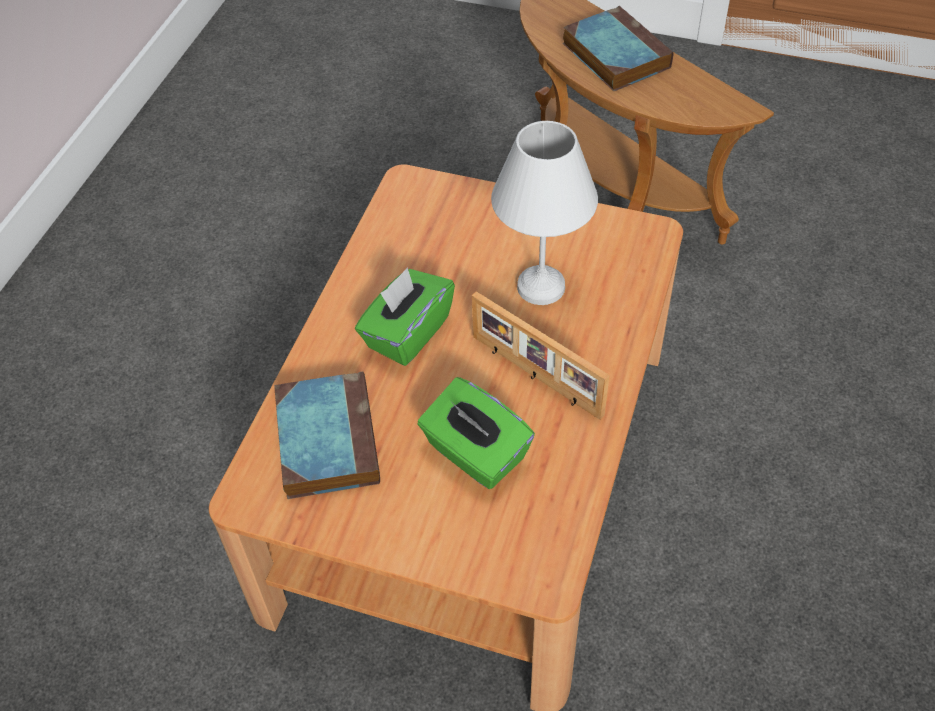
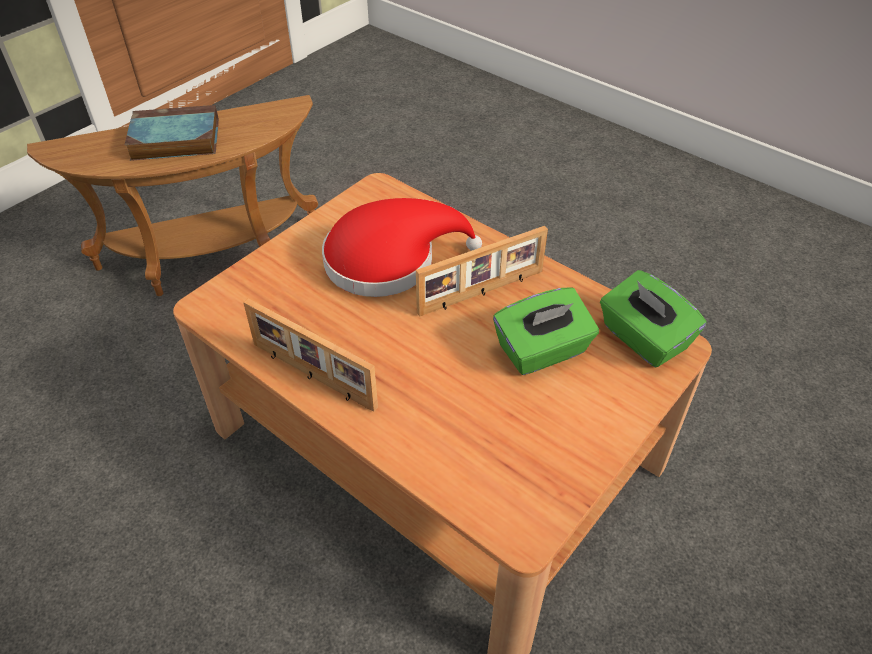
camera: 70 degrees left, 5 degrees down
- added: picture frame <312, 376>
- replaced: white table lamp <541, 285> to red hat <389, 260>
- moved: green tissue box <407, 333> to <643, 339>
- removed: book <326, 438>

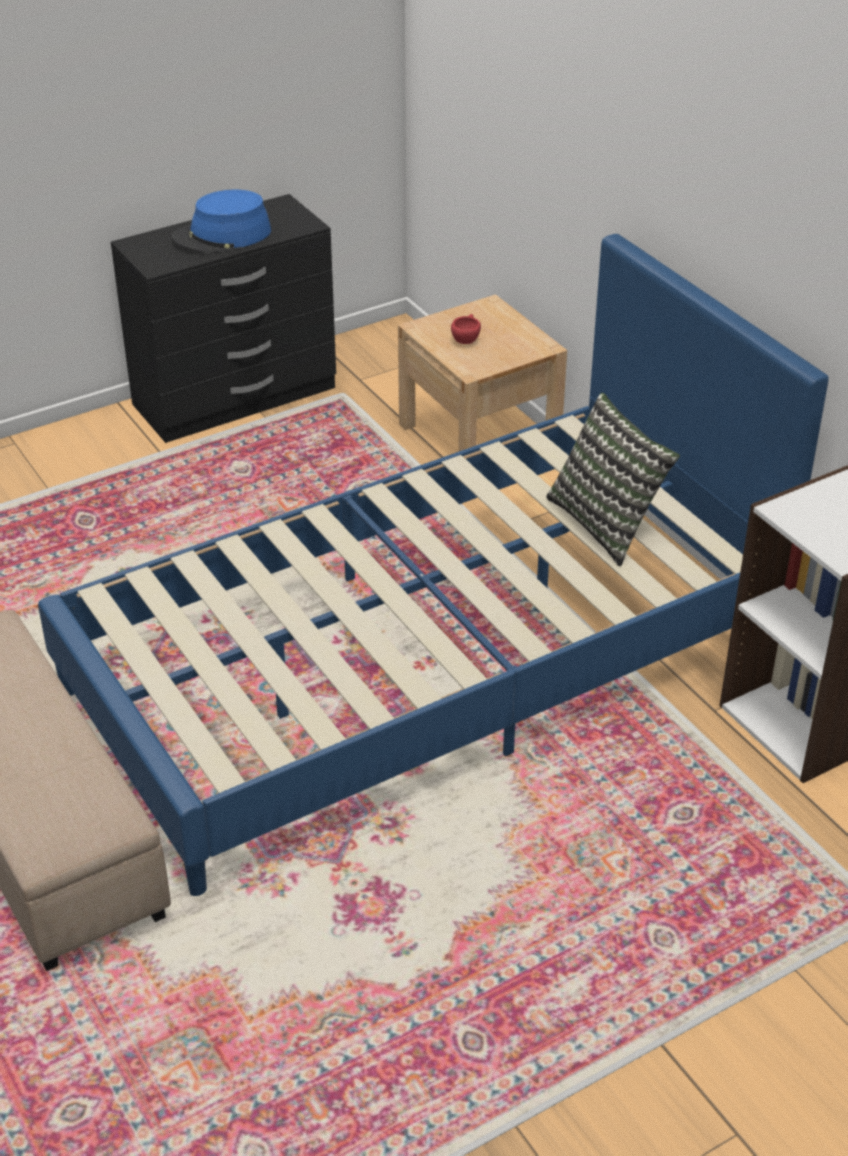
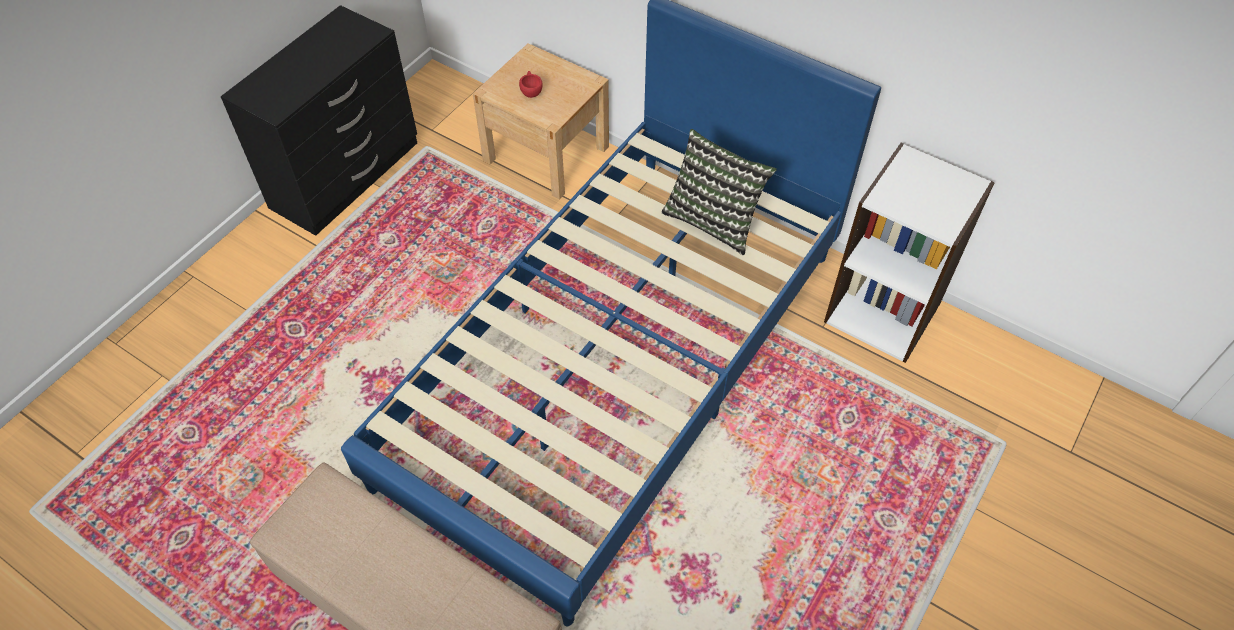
camera: 25 degrees left, 15 degrees up
- removed: blue hat <222, 235>

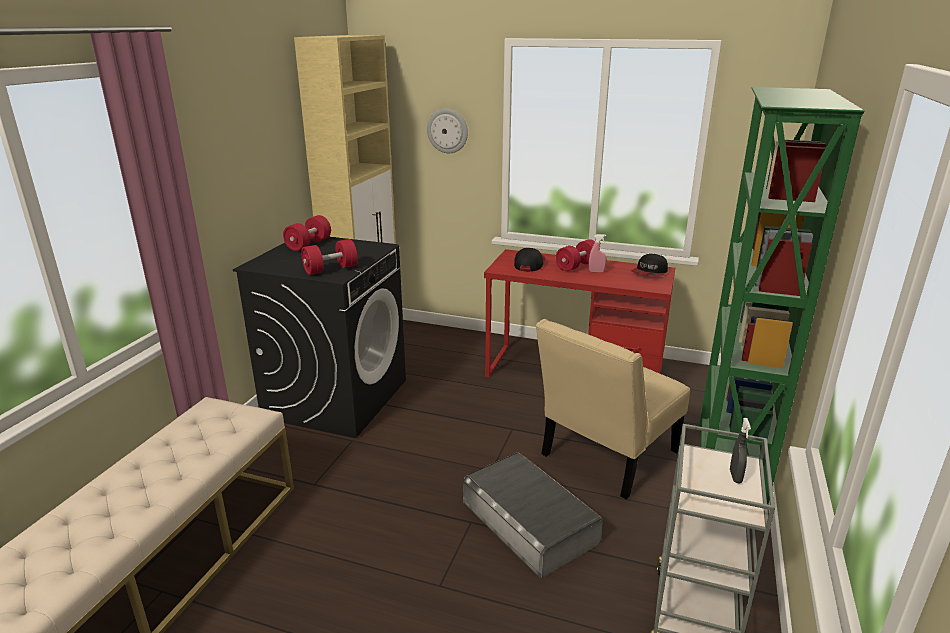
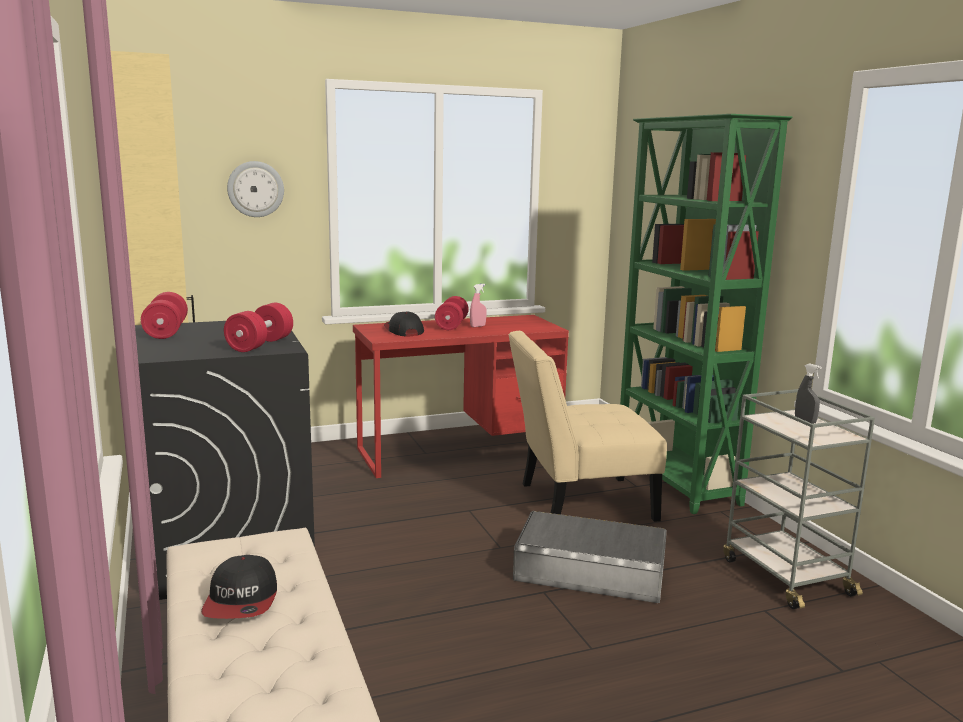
camera: 40 degrees left, 10 degrees down
- moved: cap <650, 272> to <242, 600>
- turned: beige chair <605, 457> = <578, 503> 75 degrees clockwise

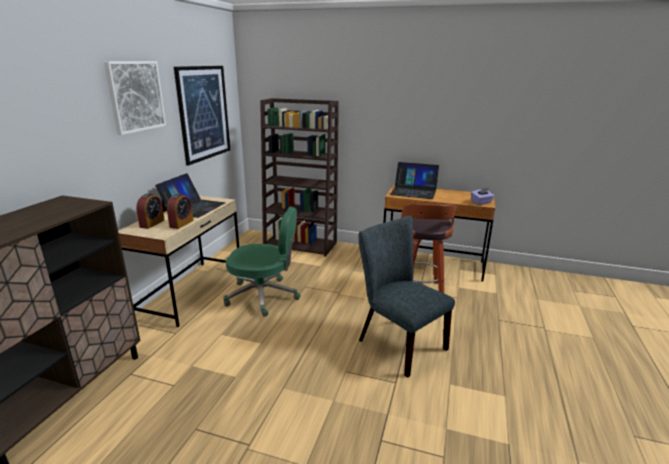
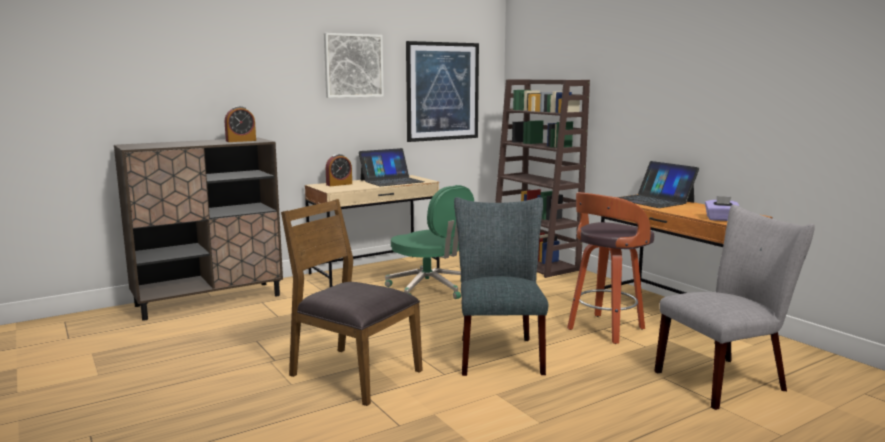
camera: 40 degrees right, 10 degrees down
- moved: alarm clock <181, 224> to <241, 141>
- added: brown chair <353, 373>
- added: grey chair <726, 380>

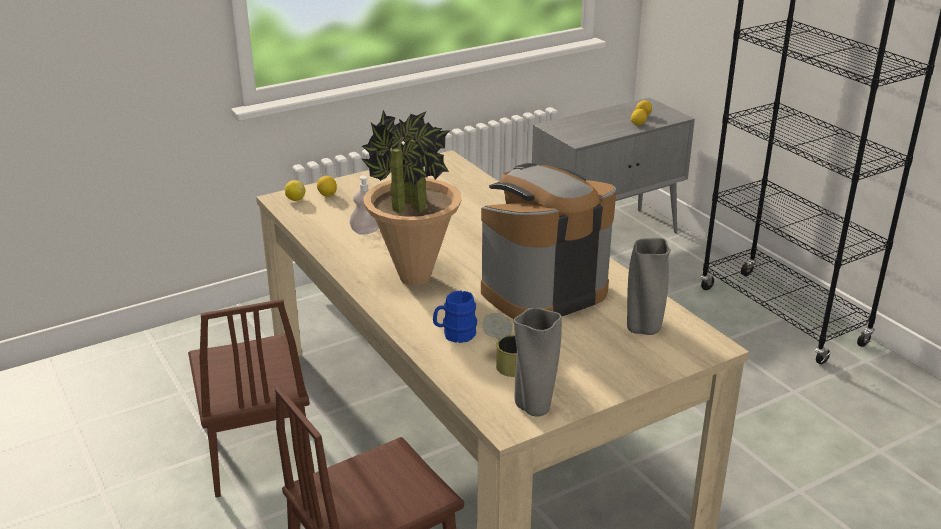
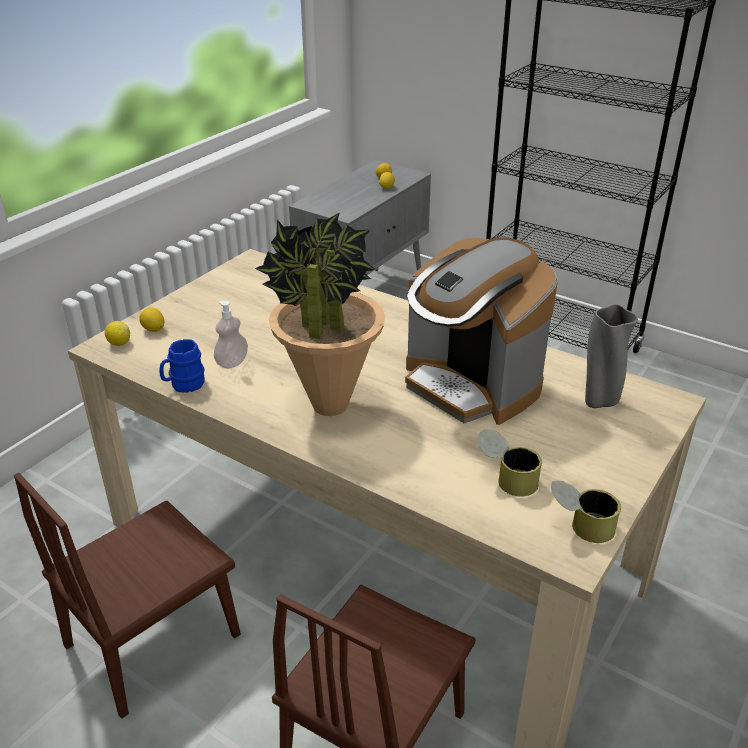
camera: 25 degrees left, 5 degrees up
- turned: brown chair <256, 449> = <153, 640> 90 degrees clockwise
- moved: blue mug <455, 334> to <183, 385>
- turned: coffee machine <542, 291> = <471, 385> 75 degrees counterclockwise
- replaced: grey vase <534, 408> to can <580, 526>

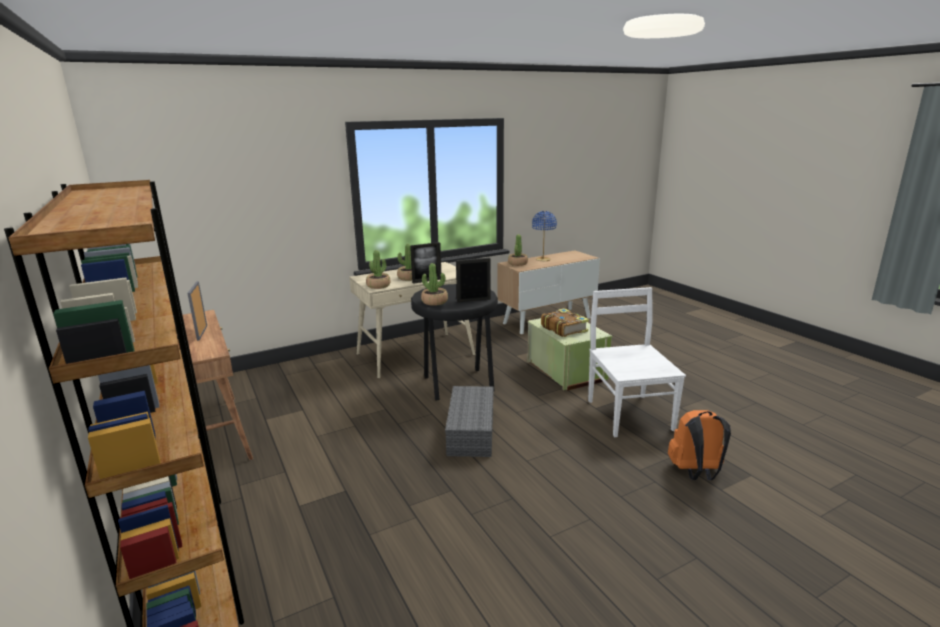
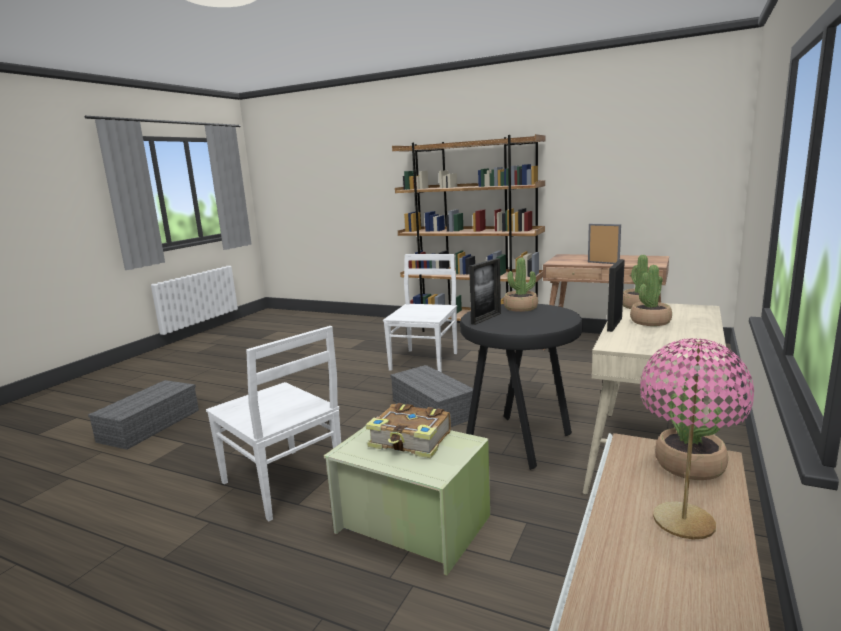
camera: 145 degrees right, 5 degrees down
- added: grey storage box <150, 424>
- added: white chair <425, 360>
- recoloured: blue table lamp <543, 260> to pink table lamp <683, 521>
- removed: orange backpack <696, 473>

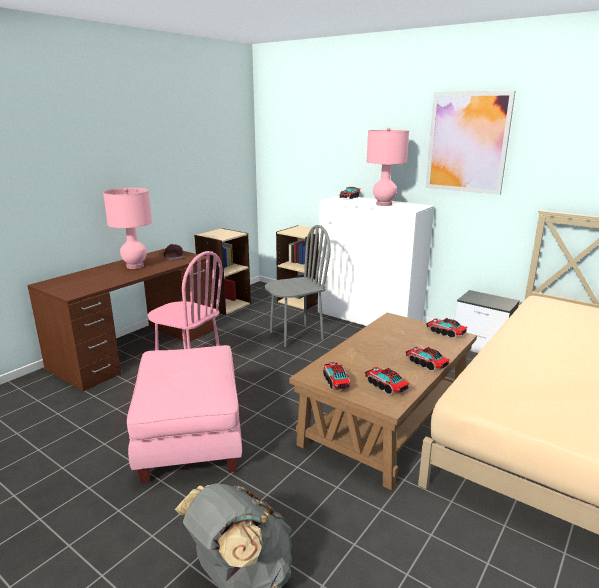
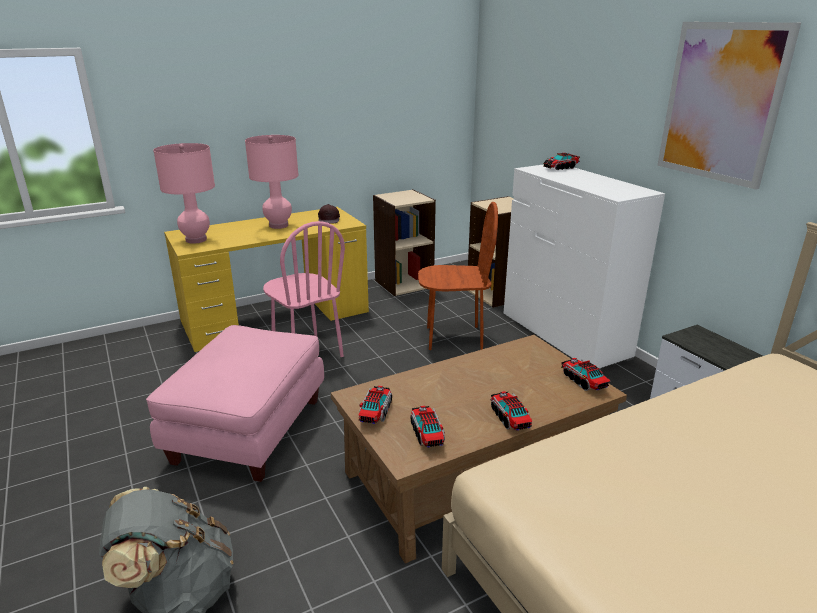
camera: 25 degrees right, 5 degrees up
- moved: pink table lamp <384, 204> to <196, 240>
- recoloured: brown desk <137, 348> to yellow desk <276, 316>
- recoloured: grey chair <296, 335> to brown chair <454, 338>

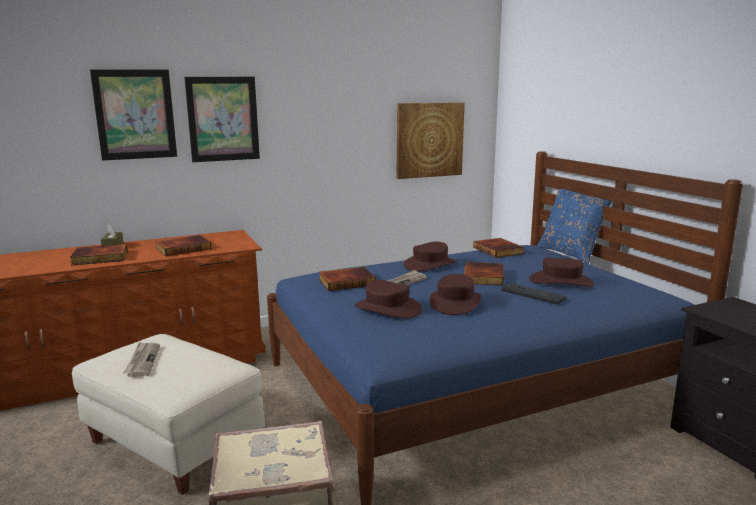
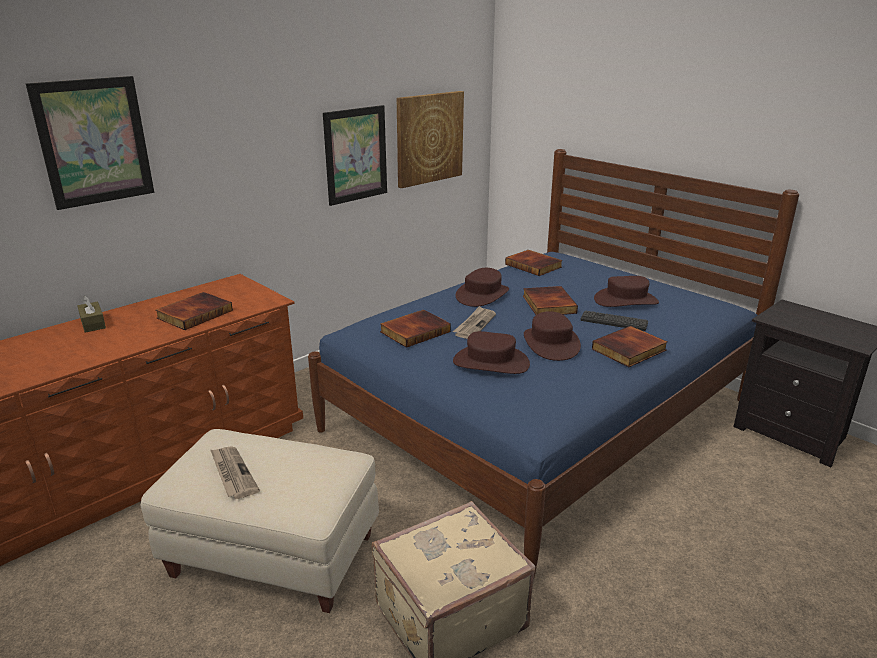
camera: 20 degrees left, 10 degrees up
- moved: picture <223, 119> to <356, 154>
- moved: book <99, 258> to <629, 350>
- removed: blue pillow <571, 253>

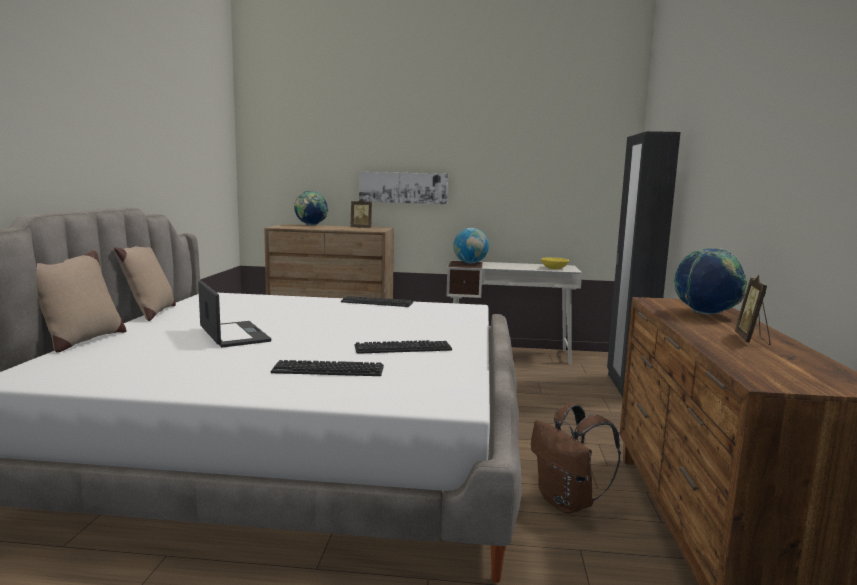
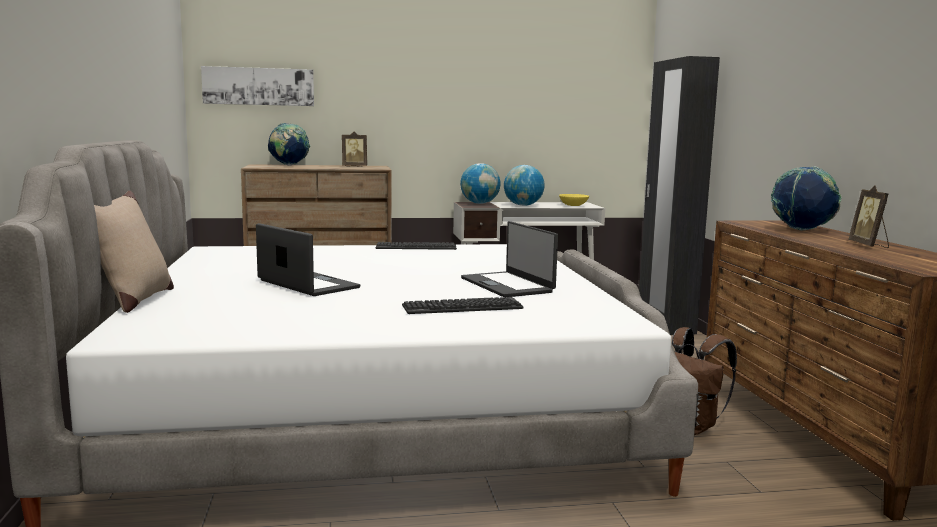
camera: 15 degrees left, 0 degrees up
- moved: picture <403, 187> to <258, 86>
- replaced: keyboard <403, 348> to laptop <508, 285>
- added: globe <523, 205>
- removed: beige pillow <150, 313>

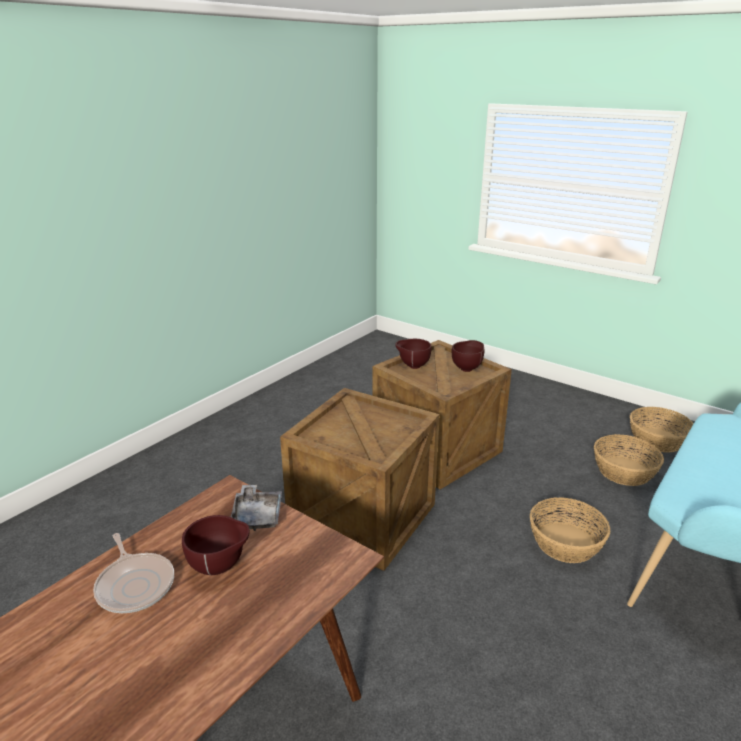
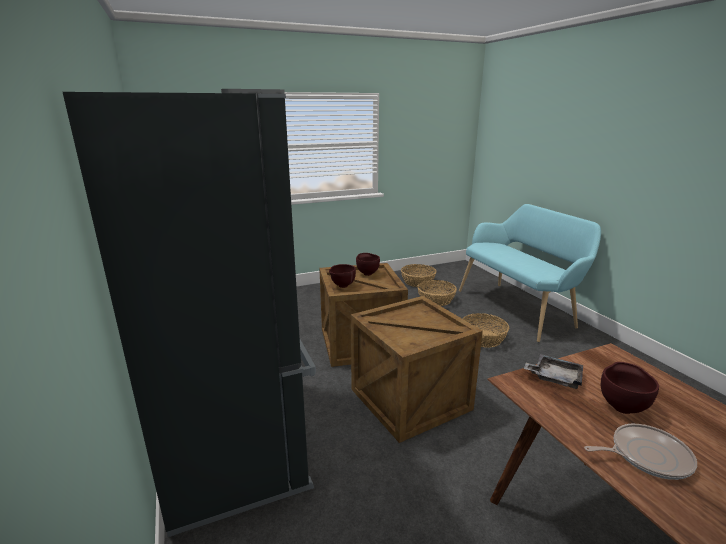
camera: 60 degrees left, 5 degrees down
- added: black fridge <234, 438>

